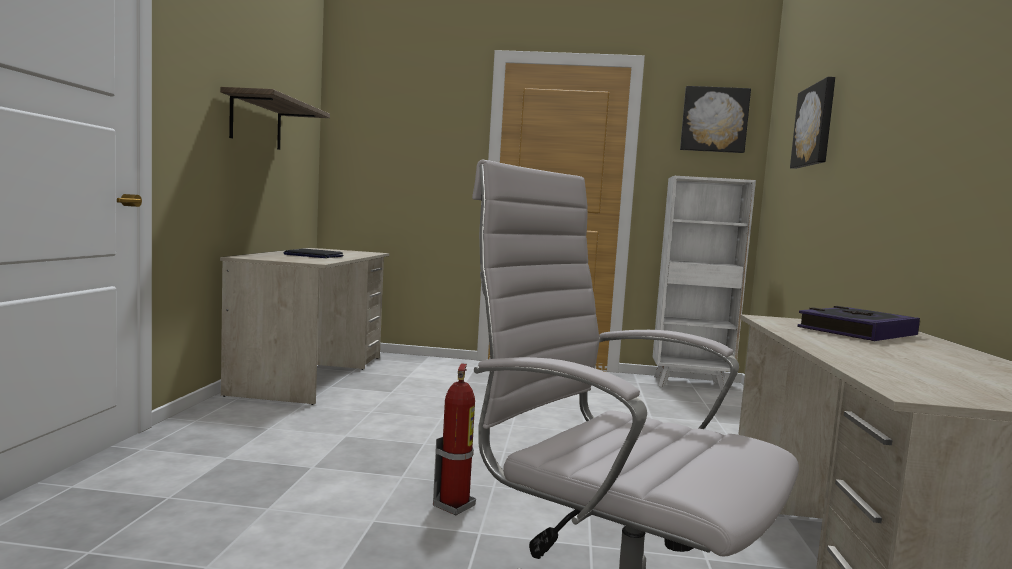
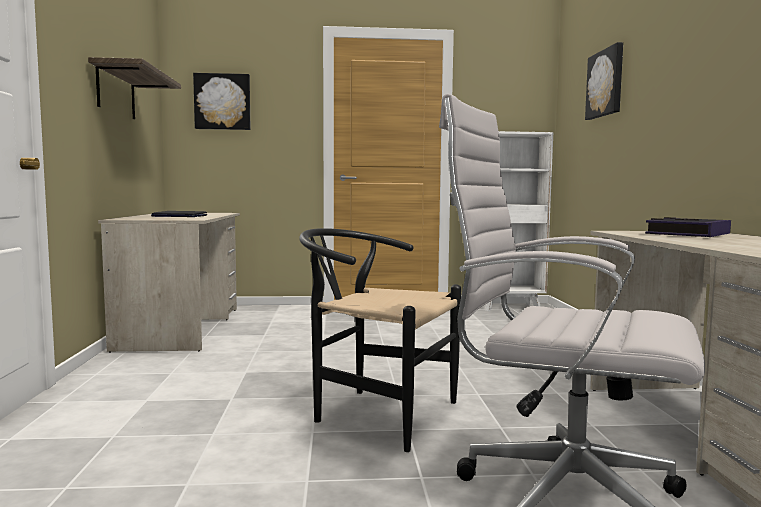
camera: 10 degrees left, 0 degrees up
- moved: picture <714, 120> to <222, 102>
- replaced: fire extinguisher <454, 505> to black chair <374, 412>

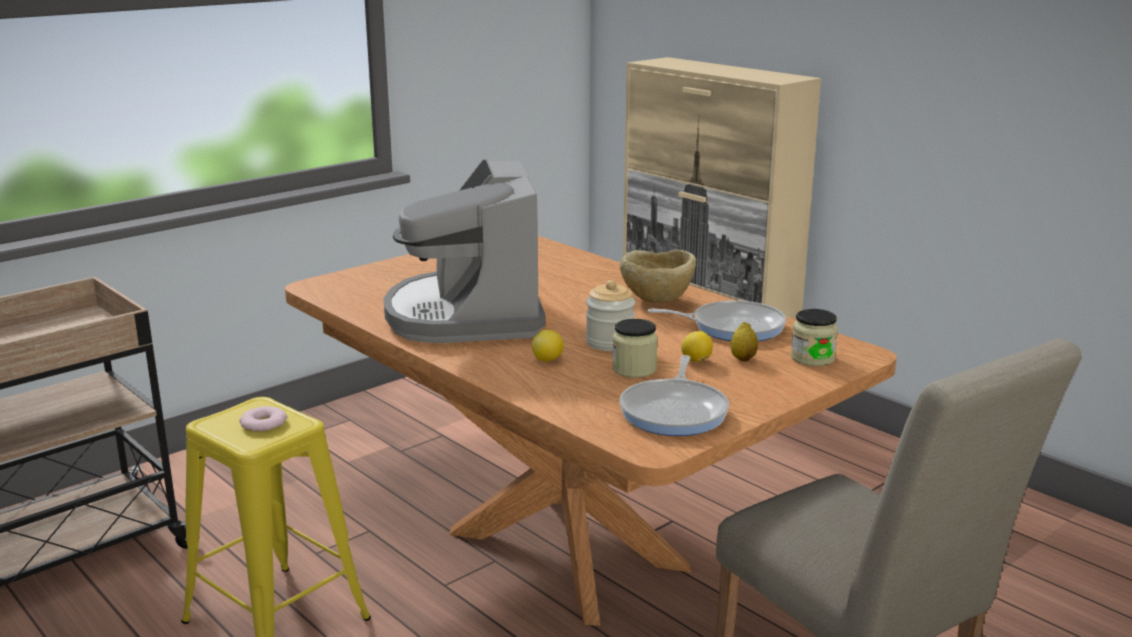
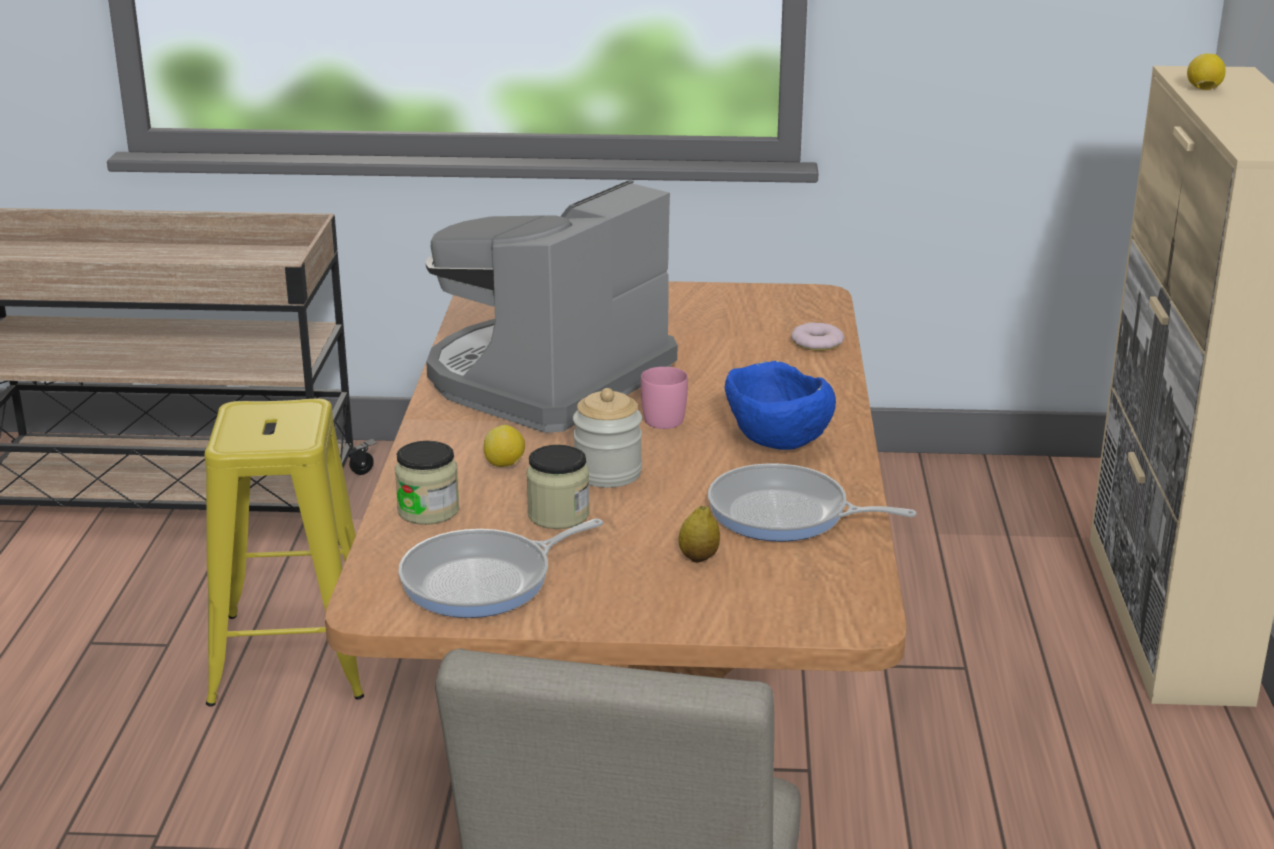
camera: 45 degrees right, 5 degrees up
- moved: jar <812, 358> to <428, 510>
- added: pink mug <665, 417>
- turned: frying pan <732, 327> = <785, 514> 150 degrees clockwise
- recoloured: beige bowl <656, 302> to blue bowl <776, 445>
- moved: donut <263, 424> to <816, 342>
- moved: lemon <696, 361> to <1203, 89>

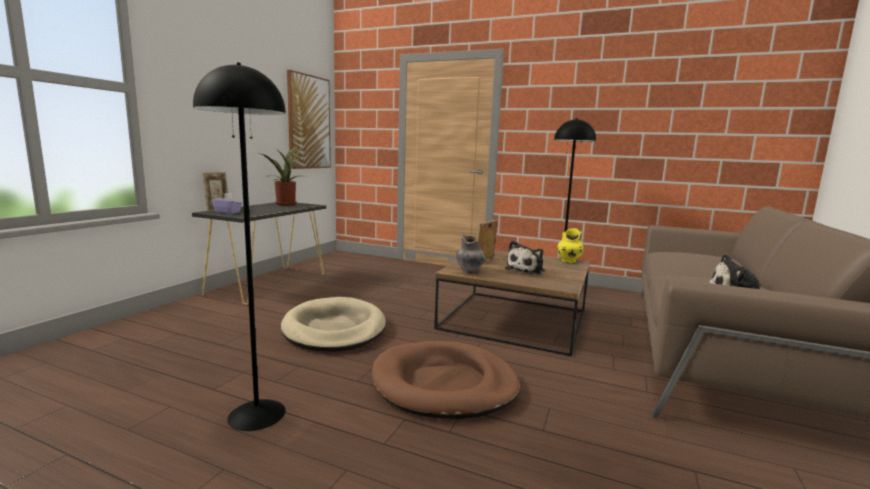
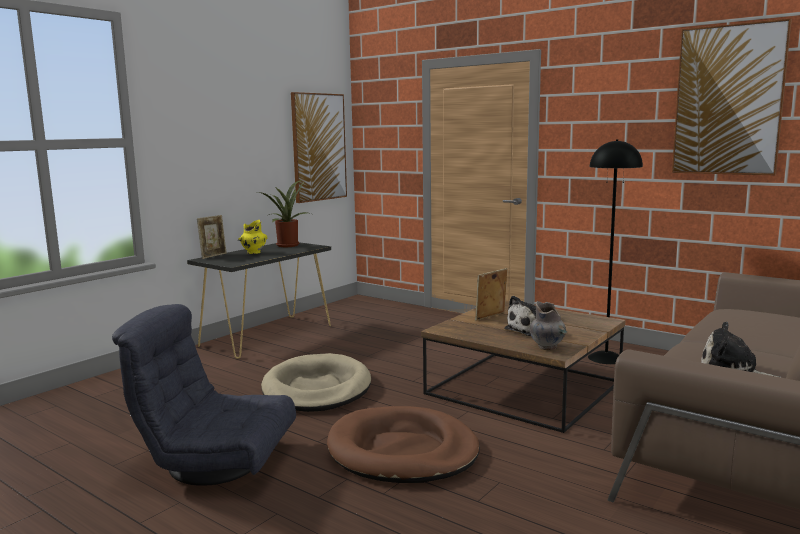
camera: 15 degrees right, 0 degrees up
- replaced: black floor lamp <256, 414> to grey armchair <217, 462>
- moved: yellow vase <568, 261> to <253, 253>
- moved: grey vase <470, 272> to <547, 347>
- added: picture <728, 100>
- removed: purple tissue box <227, 212>

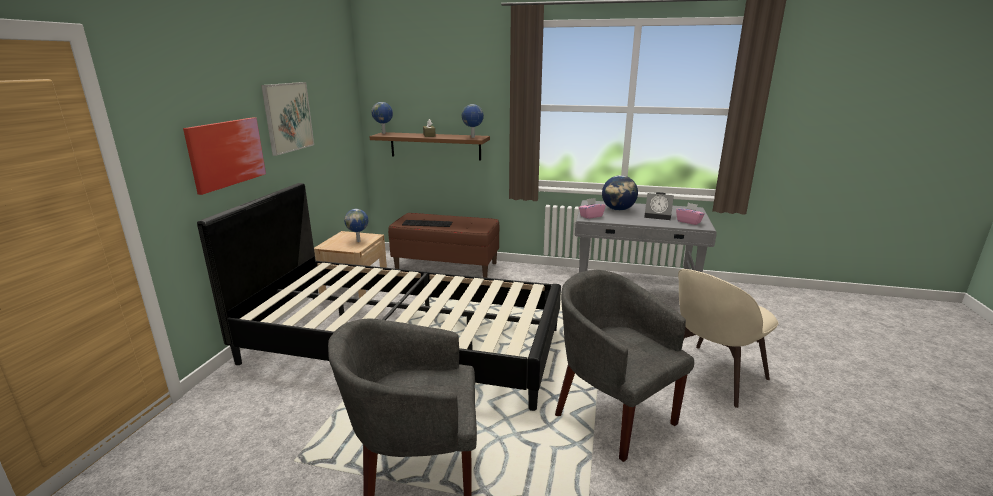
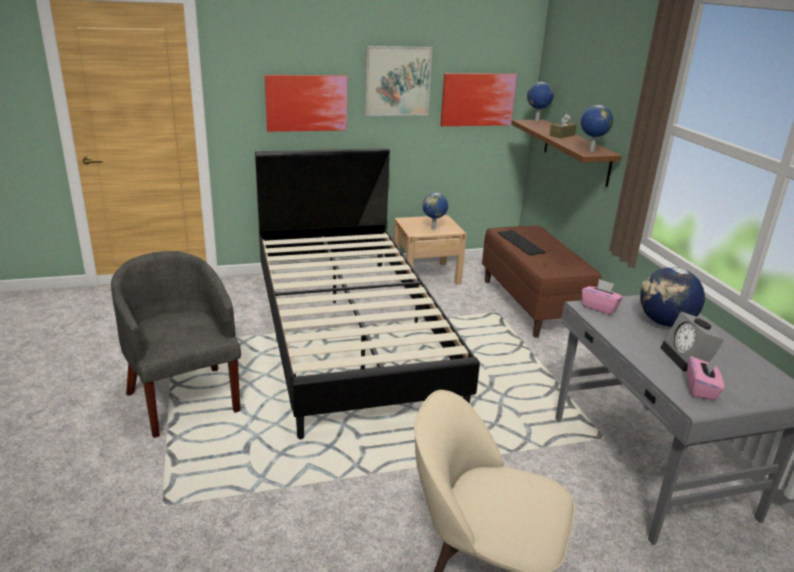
camera: 60 degrees right, 5 degrees up
- added: picture <477, 99>
- removed: grey armchair <612, 414>

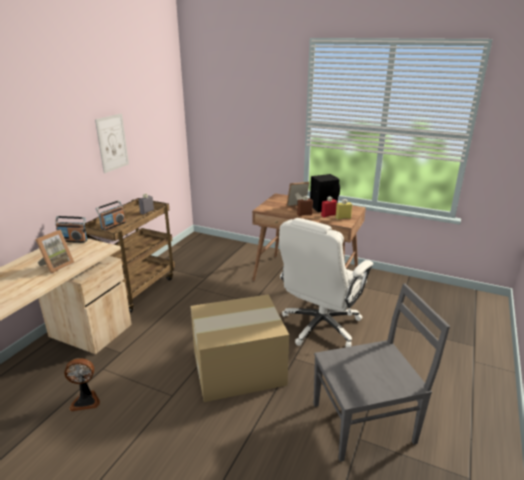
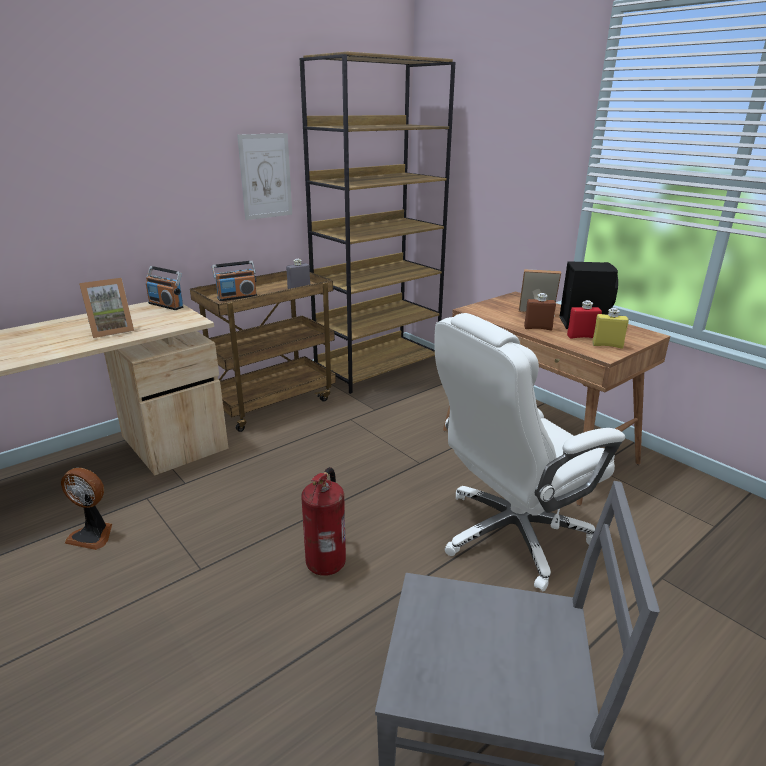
camera: 25 degrees right, 0 degrees up
- added: brown bookcase <378, 367>
- replaced: cardboard box <240, 369> to fire extinguisher <327, 562>

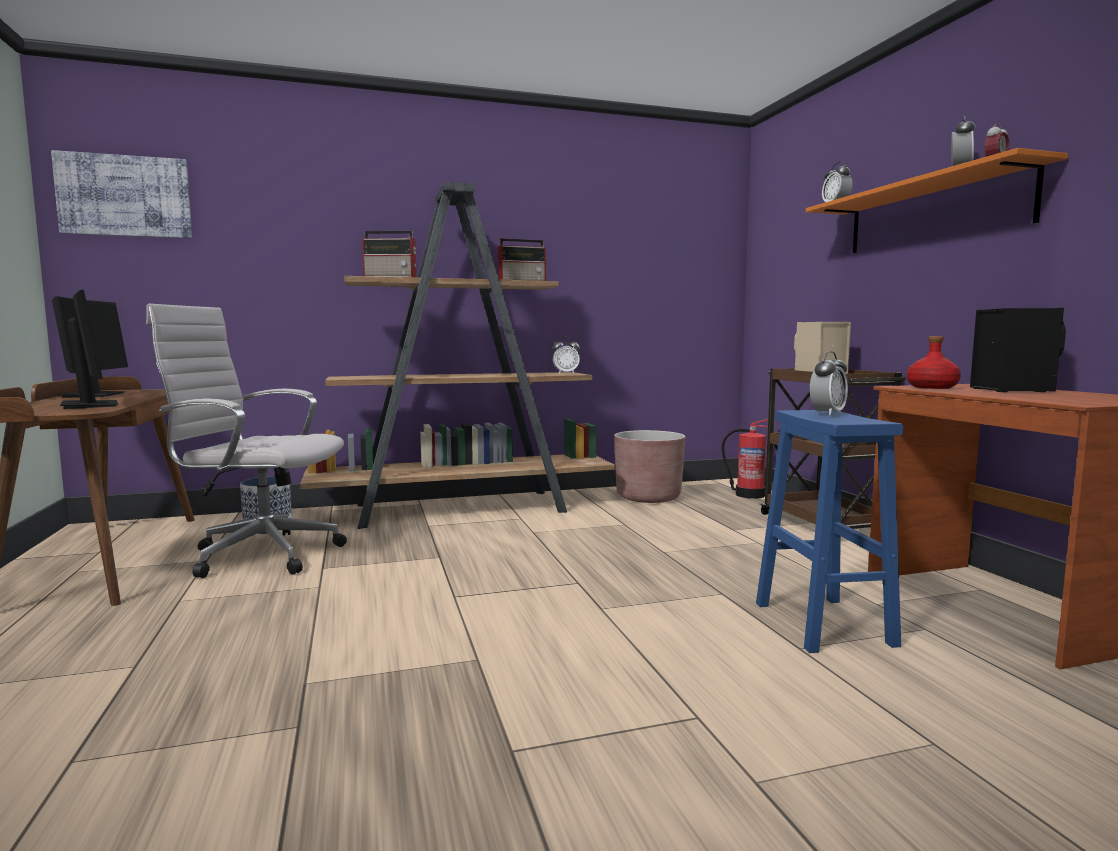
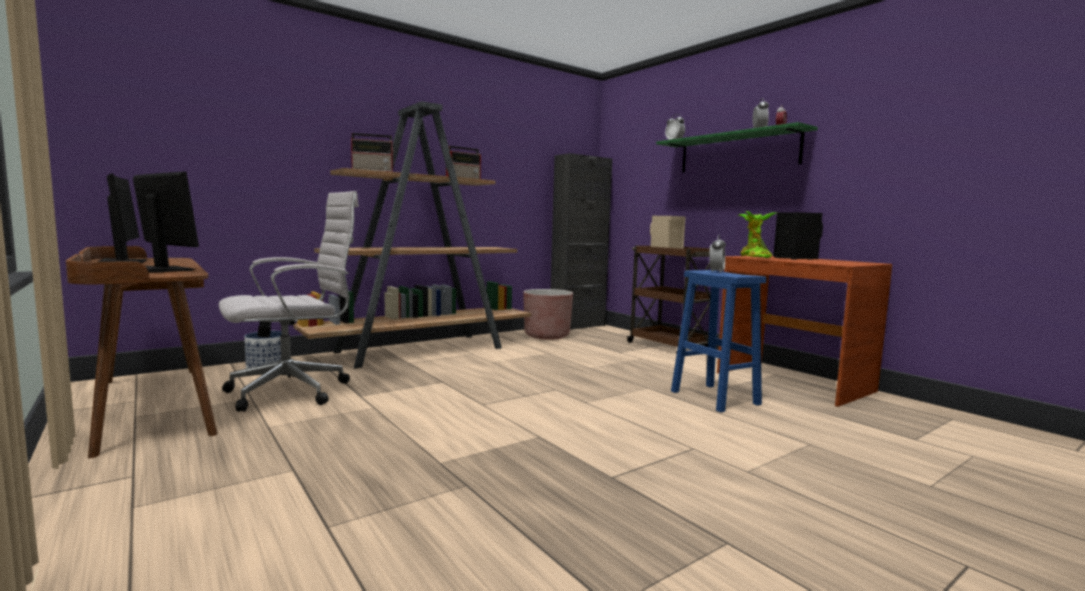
camera: 20 degrees left, 0 degrees up
- turned: white office chair <259, 554> = <294, 391> 150 degrees clockwise
- added: black cabinet <577, 326>
- recoloured: orange shelf <933, 213> to green shelf <737, 152>
- replaced: red bottle <931, 387> to potted plant <754, 257>
- removed: picture <125, 196>
- removed: alarm clock <566, 373>
- removed: fire extinguisher <748, 495>

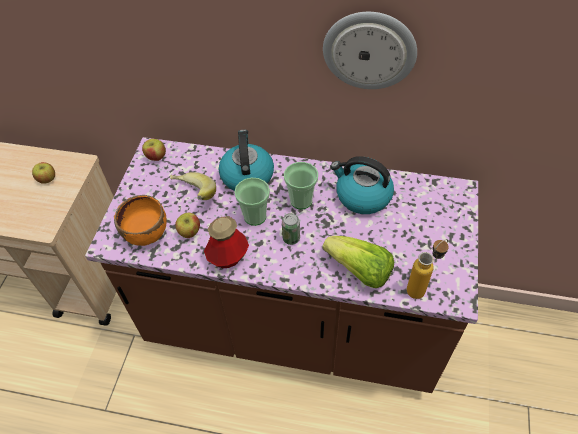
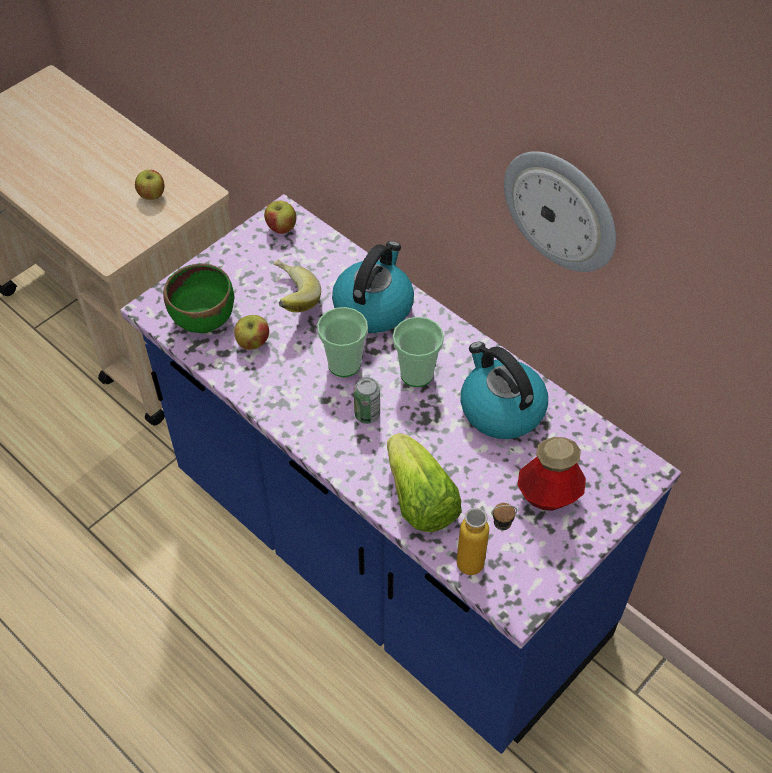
camera: 30 degrees right, 0 degrees up
- recoloured: brown counter <293, 326> to blue counter <386, 560>
- recoloured: orange bowl <146, 233> to green bowl <204, 318>
- moved: bottle <228, 257> to <548, 495>

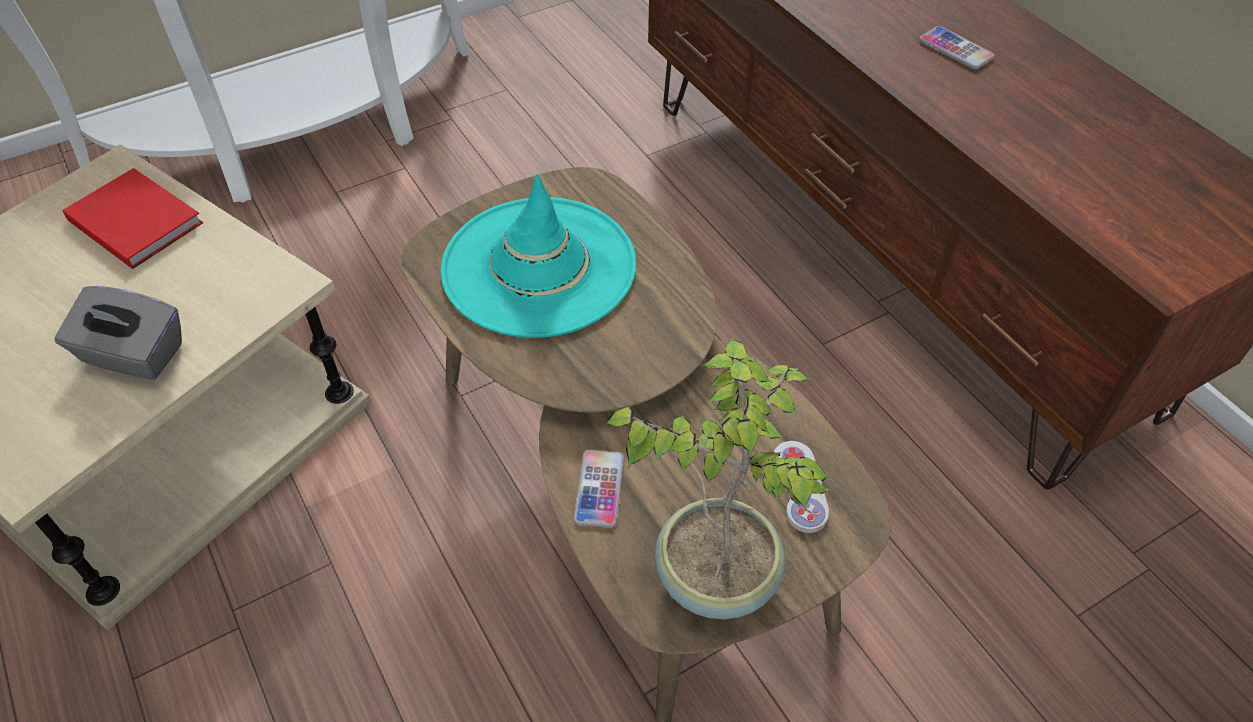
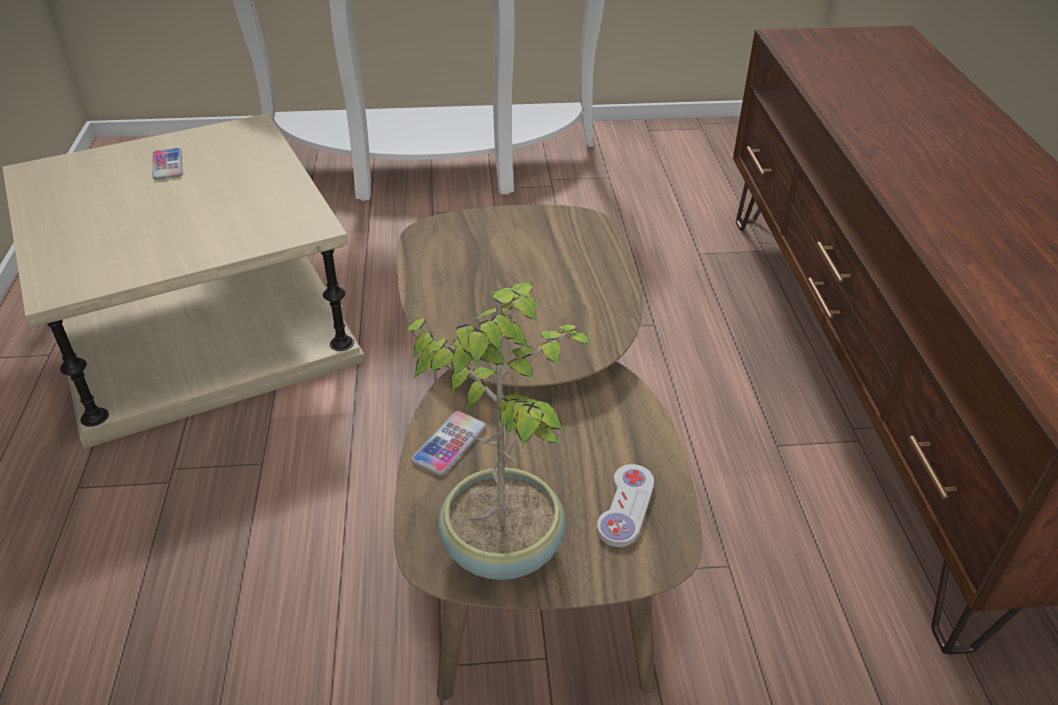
camera: 25 degrees right, 10 degrees down
- moved: phone <956, 49> to <167, 165>
- removed: grey tissue box <133, 355>
- removed: red book <135, 219>
- removed: turquoise hat <538, 266>

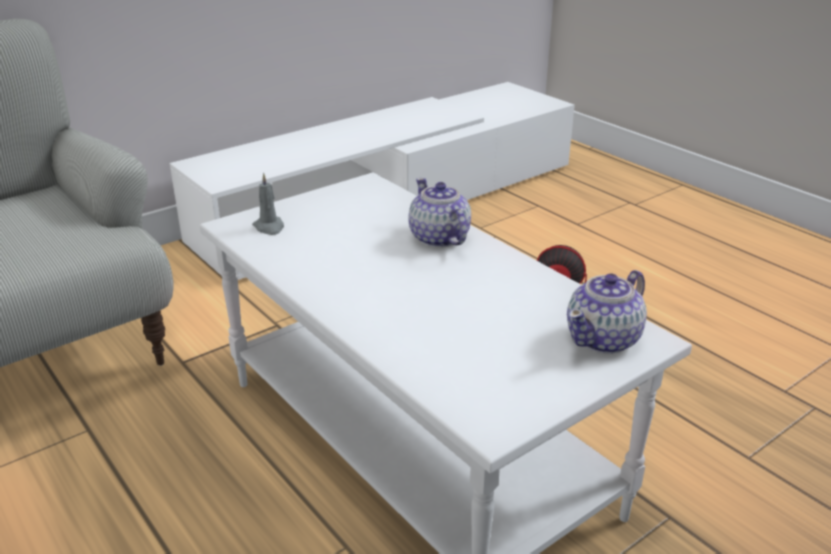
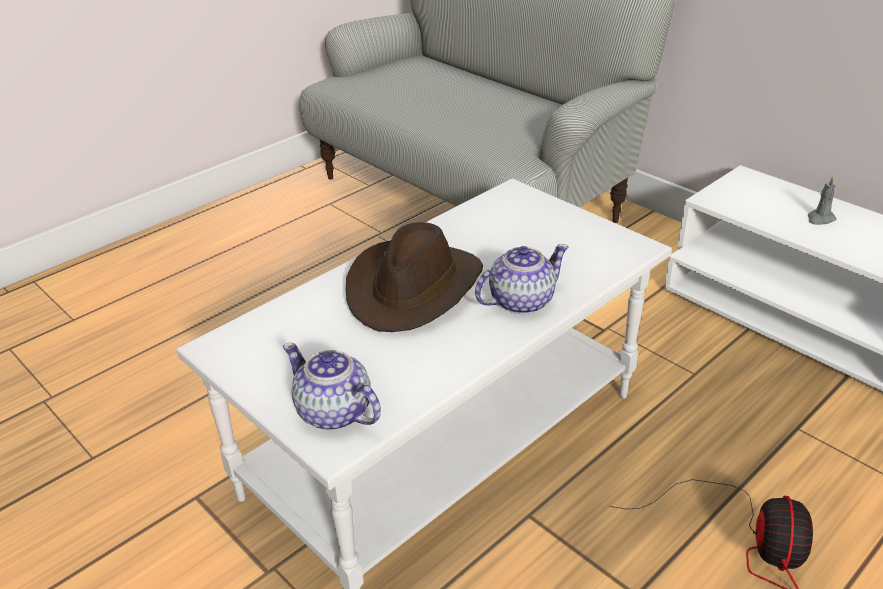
camera: 85 degrees right, 5 degrees up
- added: brown hat <414, 288>
- moved: grey candle <269, 227> to <820, 219>

